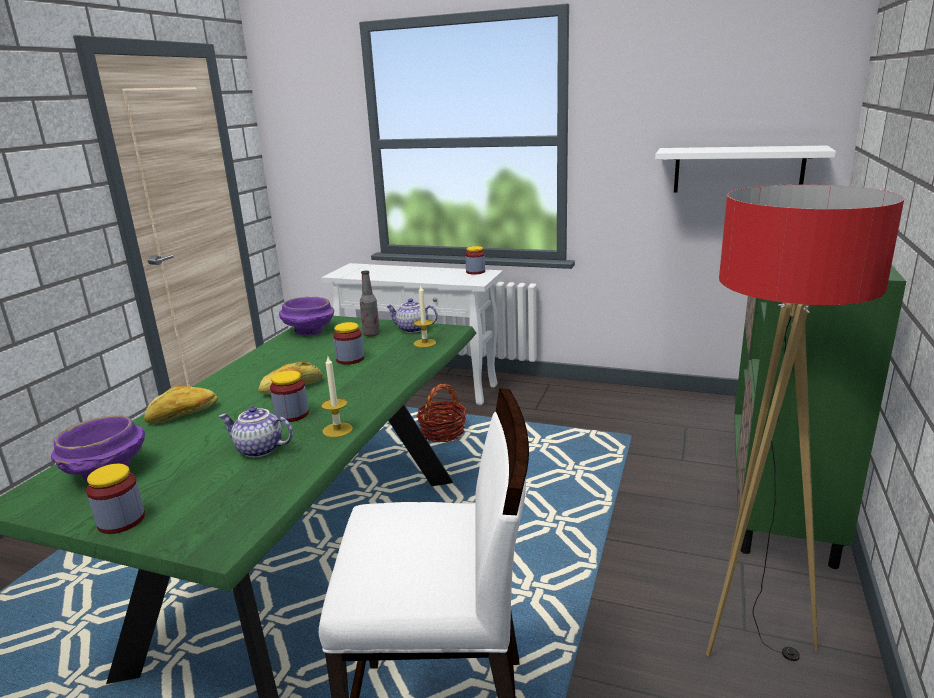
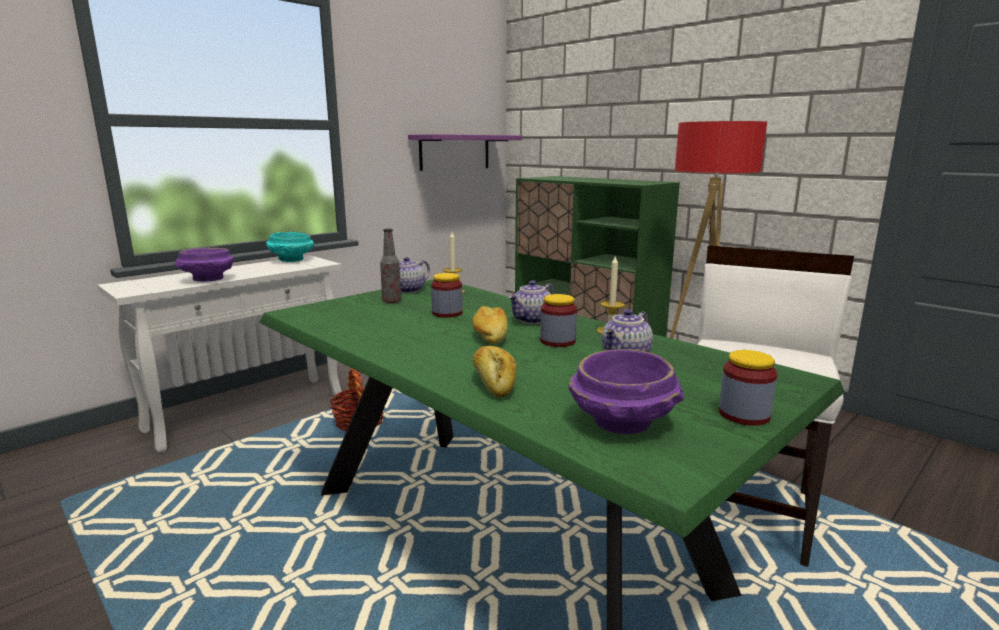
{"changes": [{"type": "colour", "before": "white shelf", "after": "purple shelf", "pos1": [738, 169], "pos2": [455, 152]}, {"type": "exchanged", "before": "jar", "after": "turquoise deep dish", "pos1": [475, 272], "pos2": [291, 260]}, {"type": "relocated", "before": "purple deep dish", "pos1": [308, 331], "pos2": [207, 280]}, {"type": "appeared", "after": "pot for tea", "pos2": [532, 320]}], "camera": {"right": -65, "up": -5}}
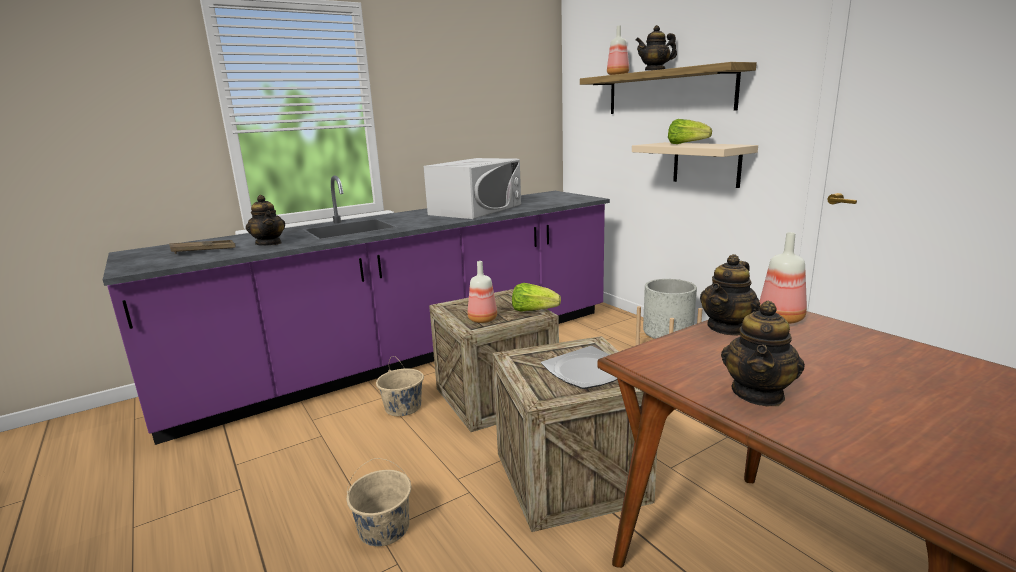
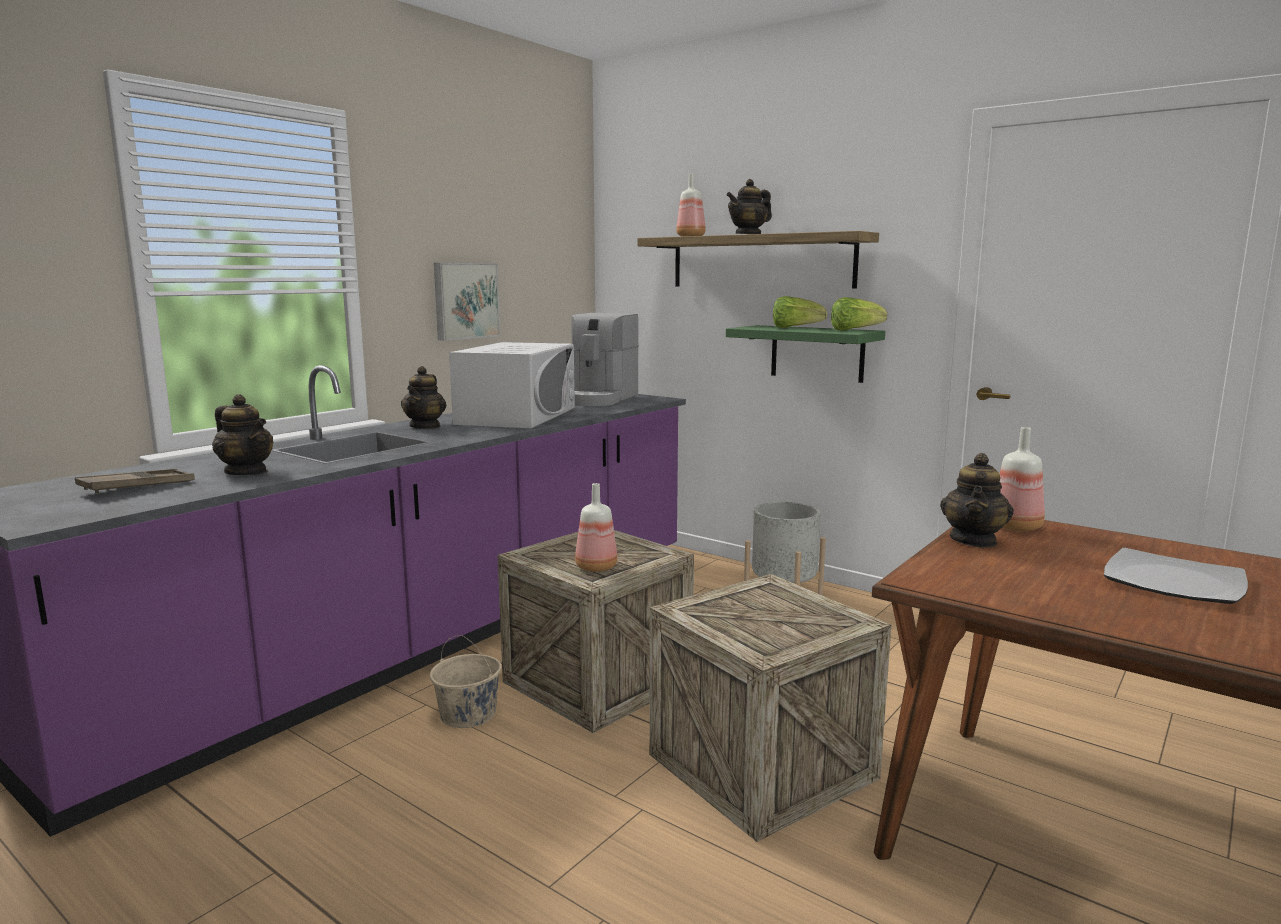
{"changes": [{"type": "colour", "before": "sand-coloured shelf", "after": "green-coloured shelf", "pos1": [706, 164], "pos2": [817, 353]}, {"type": "relocated", "before": "lettuce head", "pos1": [533, 311], "pos2": [854, 330]}, {"type": "relocated", "before": "pot for tea", "pos1": [758, 394], "pos2": [425, 426]}, {"type": "relocated", "before": "plate", "pos1": [586, 371], "pos2": [1171, 582]}, {"type": "missing", "before": "sand-coloured bucket", "pos1": [383, 528]}, {"type": "appeared", "after": "wall picture", "pos2": [465, 300]}, {"type": "appeared", "after": "coffee machine", "pos2": [599, 399]}], "camera": {"right": -20, "up": -5}}
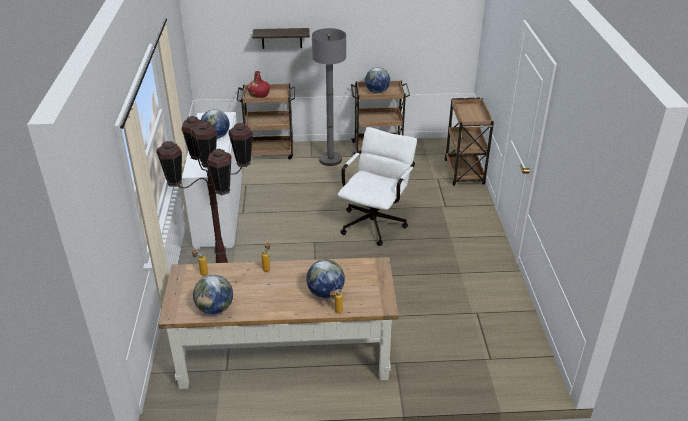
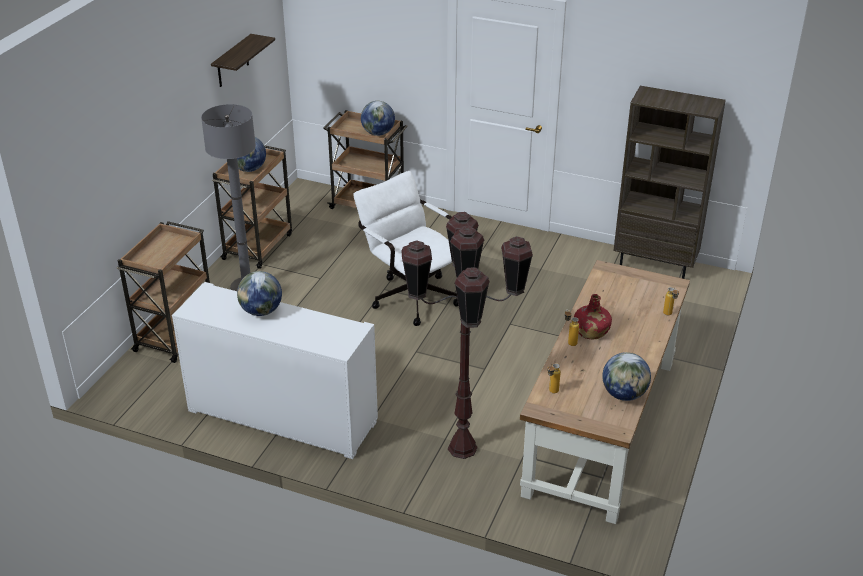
{"changes": [{"type": "relocated", "before": "shelf", "pos1": [281, 38], "pos2": [232, 62]}, {"type": "relocated", "before": "red-coloured drink bottle", "pos1": [259, 95], "pos2": [590, 331]}, {"type": "relocated", "before": "world globe", "pos1": [325, 293], "pos2": [378, 133]}, {"type": "appeared", "after": "brown-coloured bookshelf", "pos2": [655, 265]}], "camera": {"right": -65, "up": 0}}
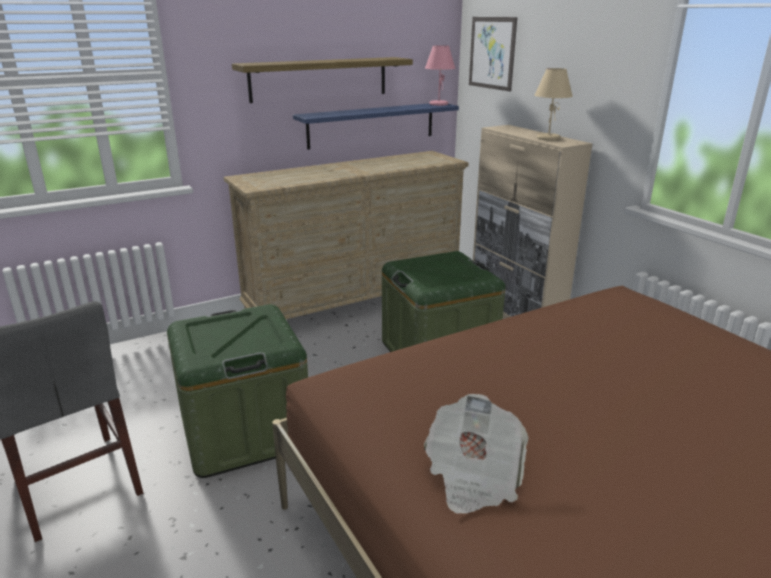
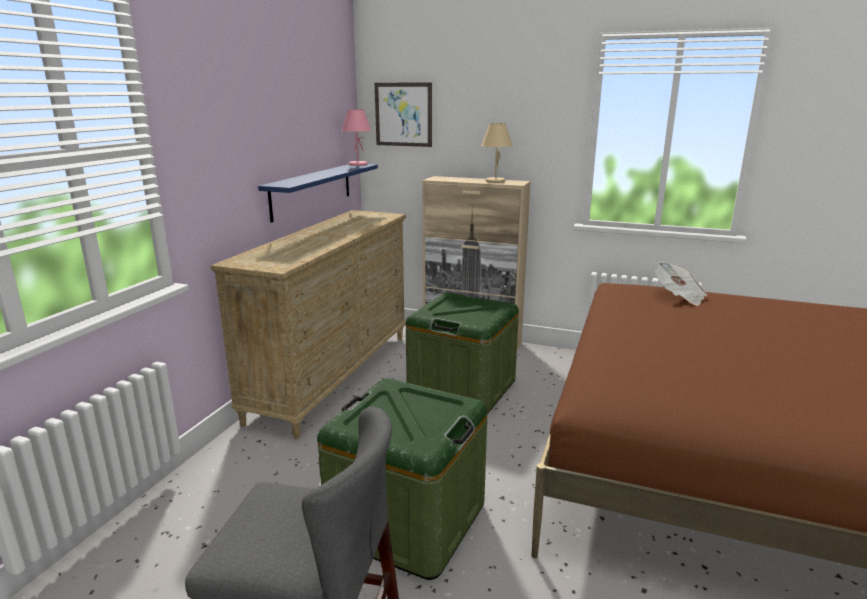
{"changes": [{"type": "missing", "before": "shelf", "pos1": [319, 79]}, {"type": "relocated", "before": "daily paper", "pos1": [473, 476], "pos2": [679, 296]}], "camera": {"right": -40, "up": -5}}
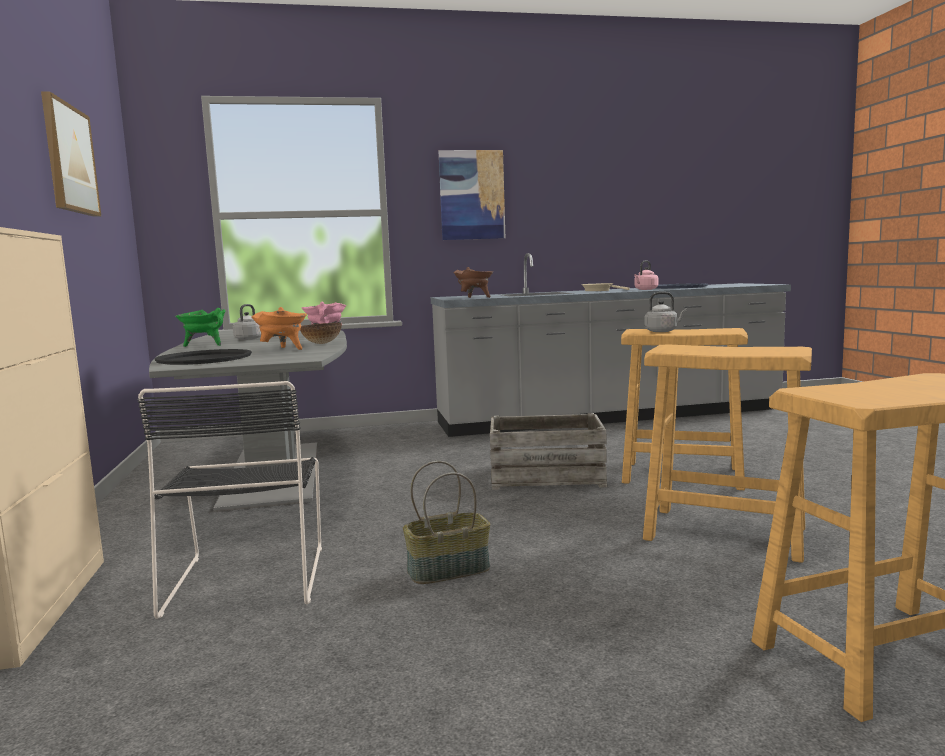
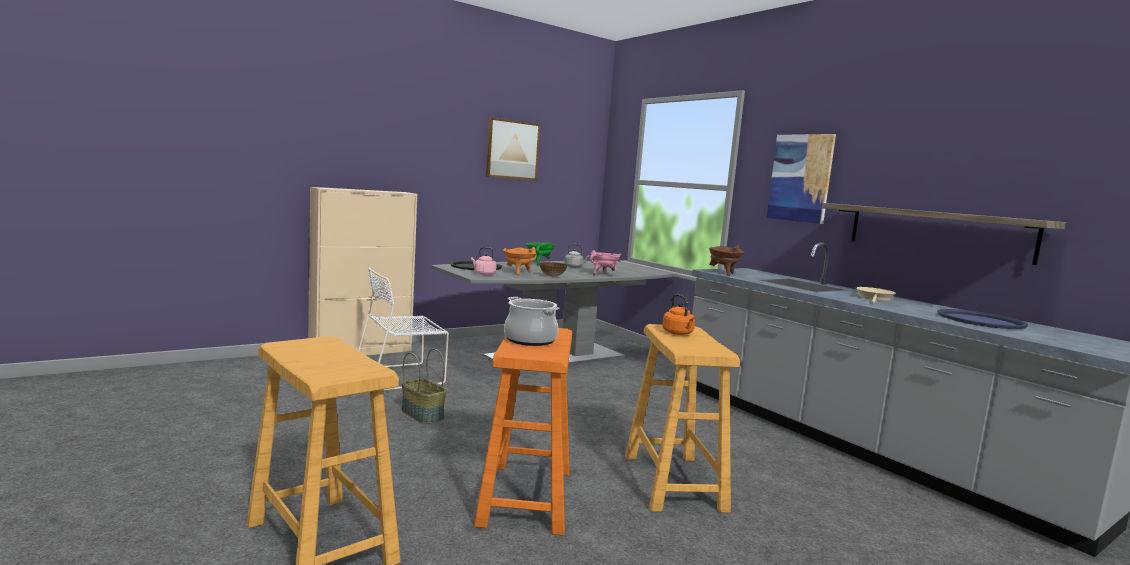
{"changes": [{"type": "relocated", "before": "pinkish water kettle", "pos1": [645, 289], "pos2": [483, 274]}, {"type": "colour", "before": "gray water kettle", "after": "orange-coloured water kettle", "pos1": [663, 331], "pos2": [678, 333]}, {"type": "colour", "before": "sand-coloured stool", "after": "orange-coloured stool", "pos1": [726, 533], "pos2": [525, 498]}, {"type": "colour", "before": "black-coloured upright chair", "after": "white upright chair", "pos1": [248, 576], "pos2": [402, 376]}, {"type": "missing", "before": "crate", "pos1": [546, 476]}, {"type": "appeared", "after": "shelf", "pos2": [937, 232]}, {"type": "appeared", "after": "saucepot", "pos2": [530, 340]}], "camera": {"right": 65, "up": 0}}
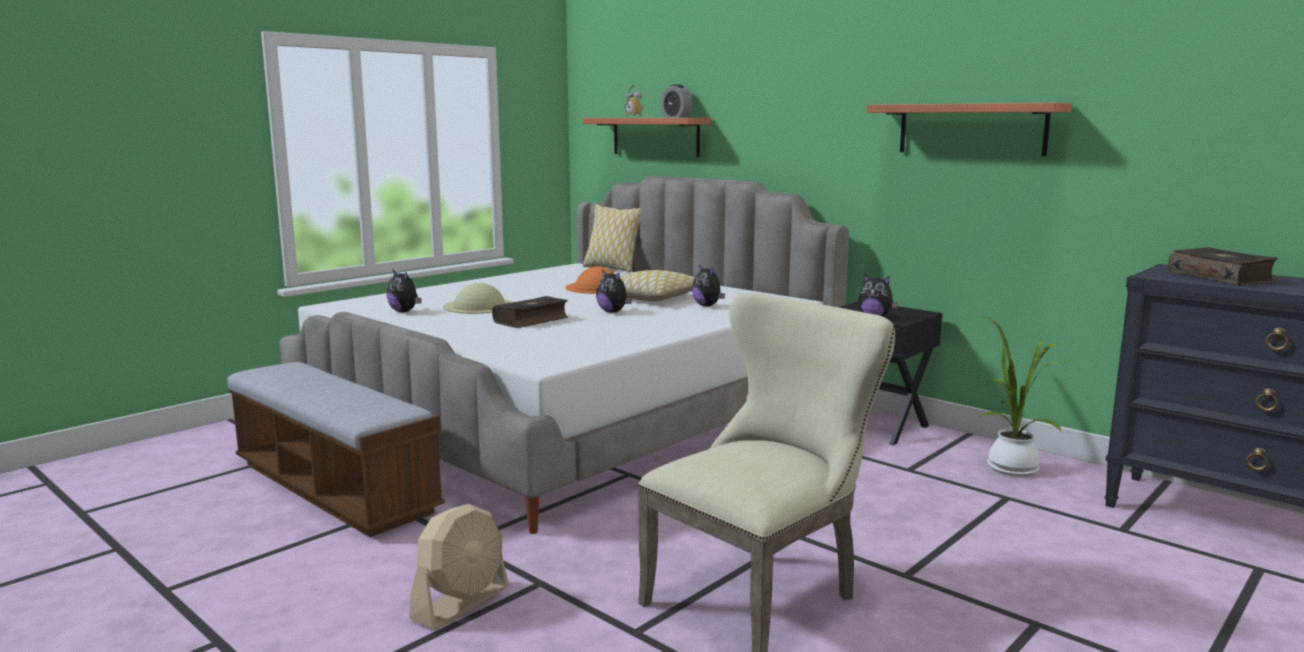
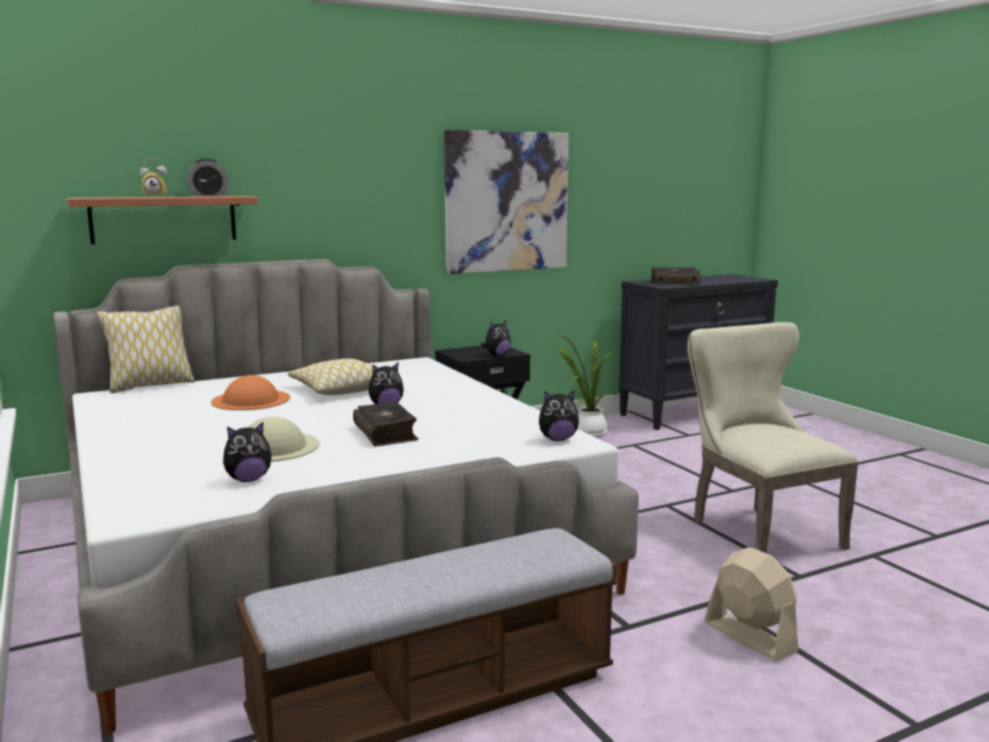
{"changes": [{"type": "exchanged", "before": "shelf", "after": "wall picture", "pos1": [971, 129], "pos2": [506, 202]}, {"type": "relocated", "before": "plush toy", "pos1": [707, 306], "pos2": [557, 439]}], "camera": {"right": -70, "up": 0}}
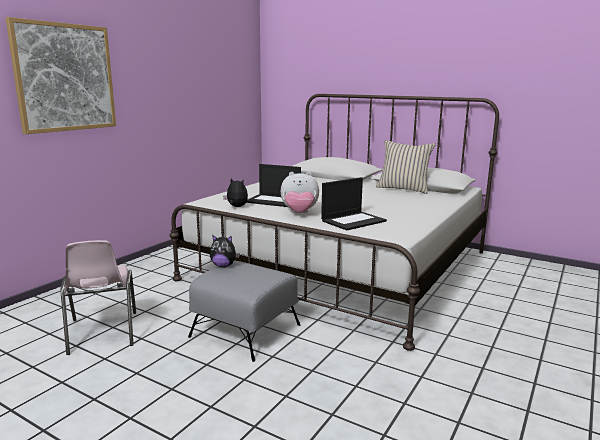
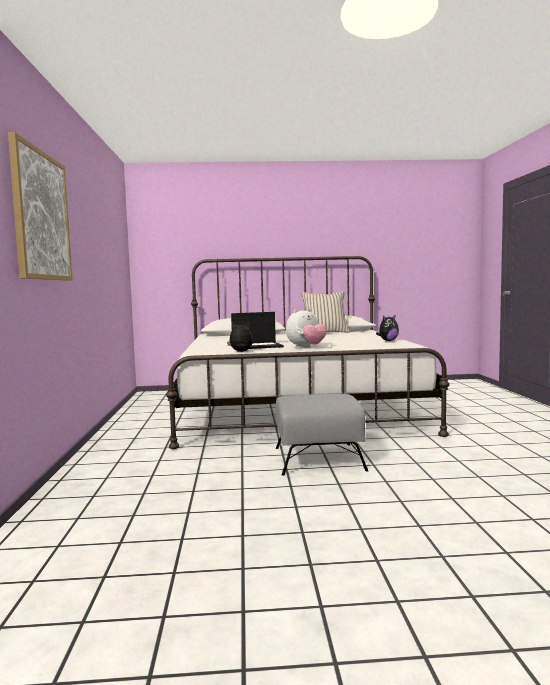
{"changes": [{"type": "missing", "before": "notebook computer", "pos1": [353, 221]}, {"type": "relocated", "before": "plush toy", "pos1": [223, 266], "pos2": [388, 341]}, {"type": "missing", "before": "pinkish upright chair", "pos1": [102, 333]}], "camera": {"right": -35, "up": -10}}
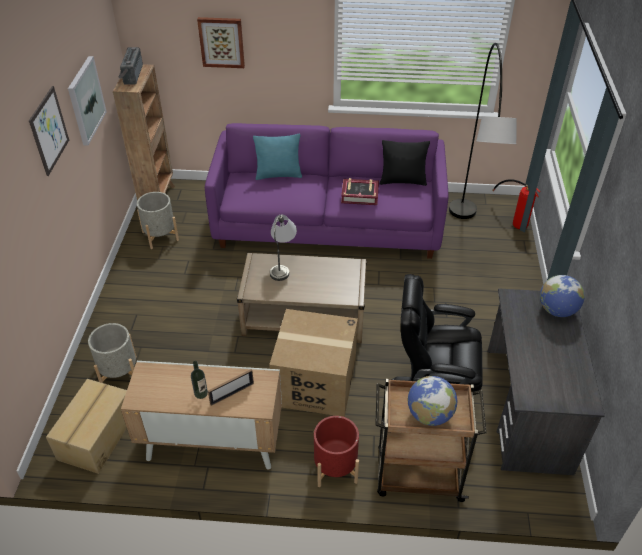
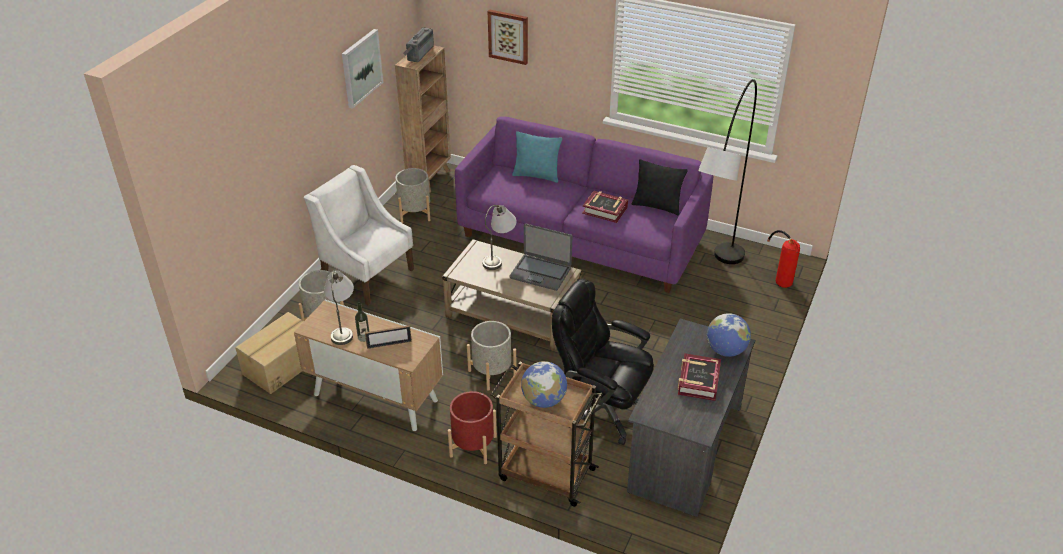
{"changes": [{"type": "missing", "before": "wall picture", "pos1": [49, 131]}, {"type": "exchanged", "before": "carton", "after": "gray plant pot", "pos1": [314, 382], "pos2": [492, 373]}, {"type": "appeared", "after": "white armchair", "pos2": [367, 274]}, {"type": "appeared", "after": "notebook computer", "pos2": [540, 272]}, {"type": "appeared", "after": "gray lamp for a table", "pos2": [343, 327]}, {"type": "appeared", "after": "volume", "pos2": [698, 381]}], "camera": {"right": 20, "up": -5}}
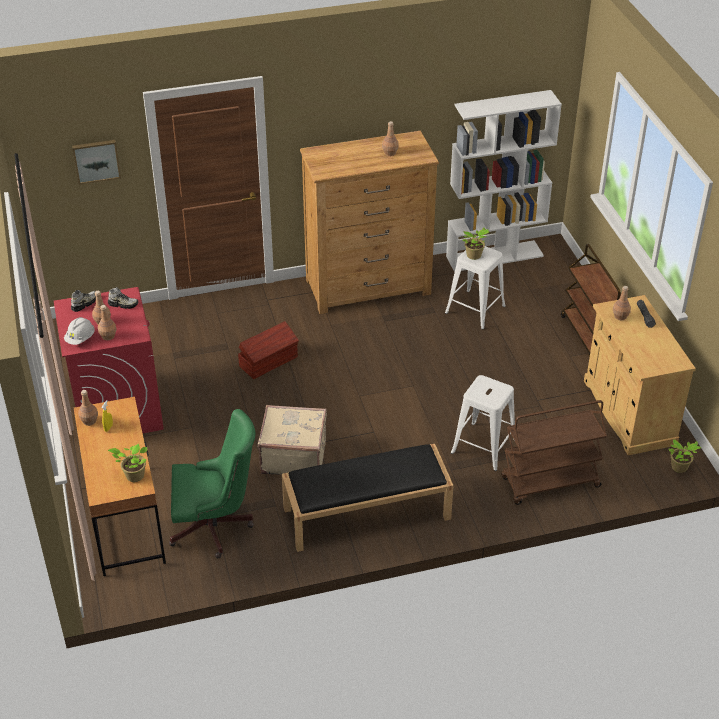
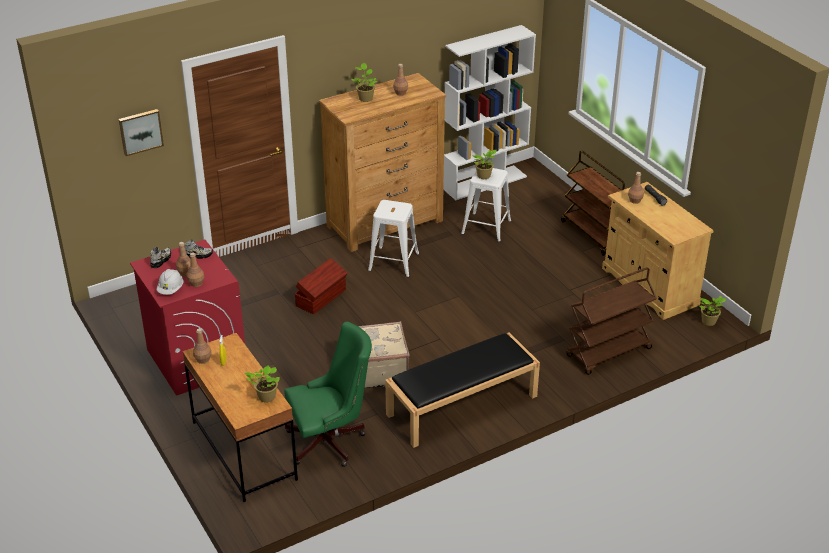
{"changes": [{"type": "relocated", "before": "white stool", "pos1": [483, 446], "pos2": [393, 262]}, {"type": "appeared", "after": "houseplant", "pos2": [365, 98]}], "camera": {"right": -15, "up": -5}}
